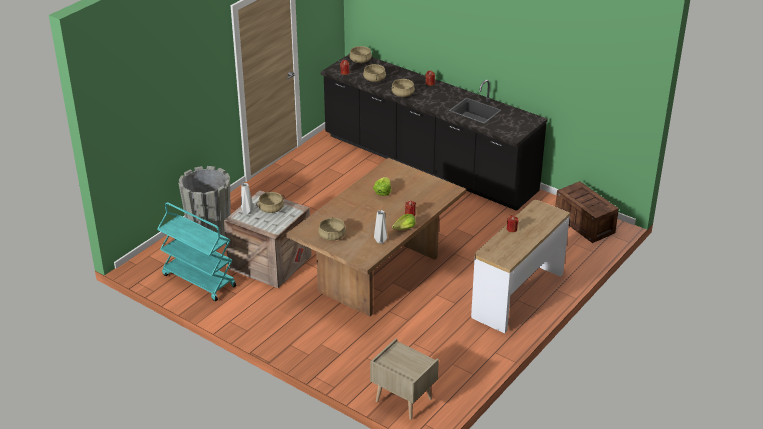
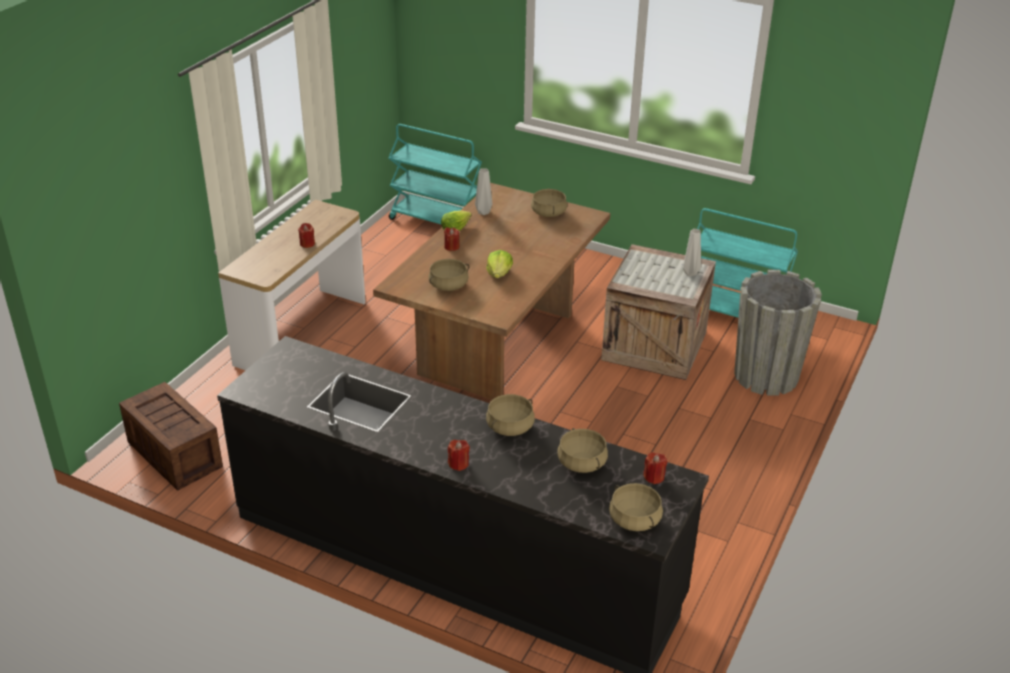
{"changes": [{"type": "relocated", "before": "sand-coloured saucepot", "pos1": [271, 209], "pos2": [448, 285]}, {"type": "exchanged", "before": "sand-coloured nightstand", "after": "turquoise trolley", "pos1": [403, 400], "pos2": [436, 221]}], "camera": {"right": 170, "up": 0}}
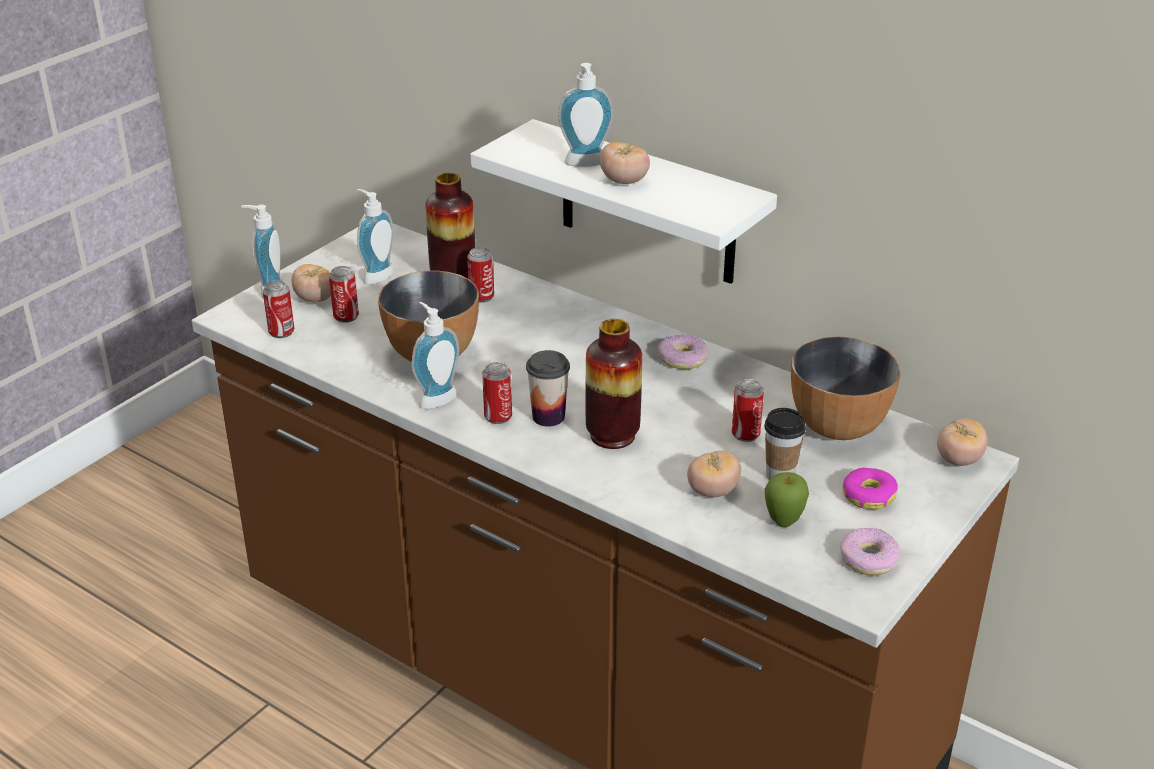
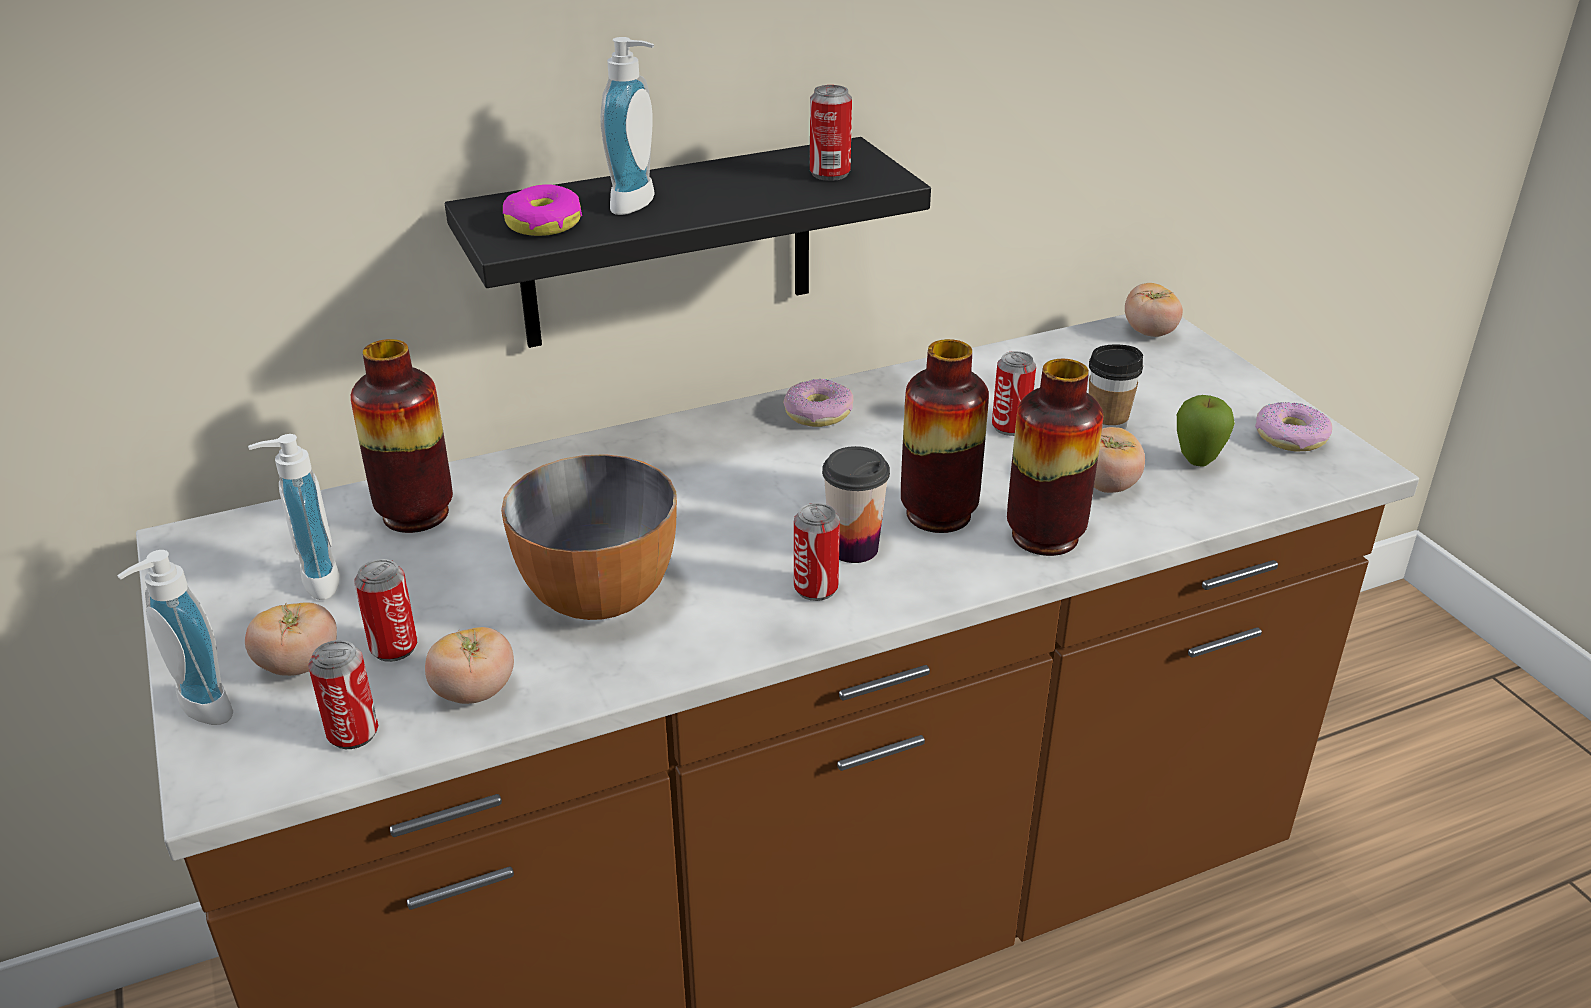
{"changes": [{"type": "colour", "before": "white shelf", "after": "black-coloured shelf", "pos1": [647, 204], "pos2": [667, 244]}, {"type": "relocated", "before": "tomato", "pos1": [623, 181], "pos2": [474, 692]}, {"type": "relocated", "before": "sealed can", "pos1": [481, 297], "pos2": [829, 174]}, {"type": "missing", "before": "soap dispenser", "pos1": [435, 398]}, {"type": "missing", "before": "deep dish", "pos1": [837, 426]}, {"type": "relocated", "before": "donut", "pos1": [868, 496], "pos2": [543, 224]}, {"type": "appeared", "after": "decorative vase", "pos2": [1045, 536]}], "camera": {"right": -60, "up": 0}}
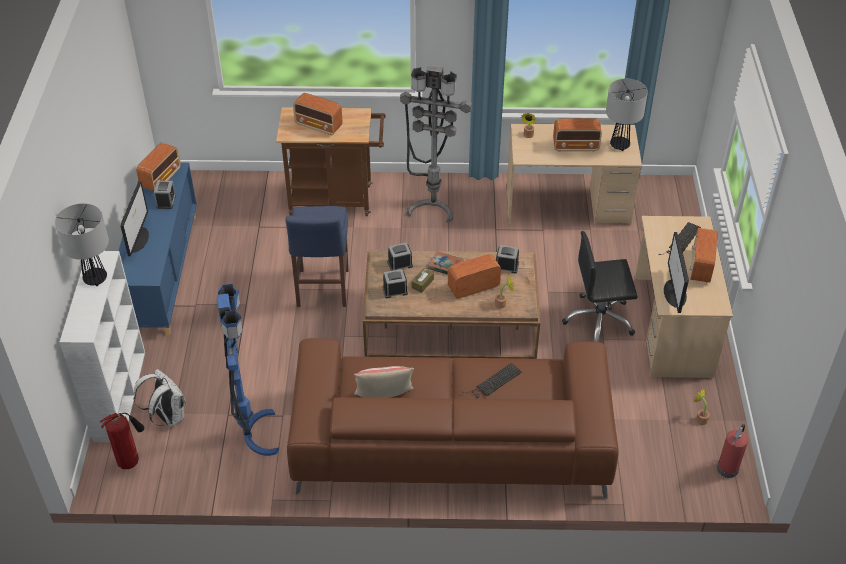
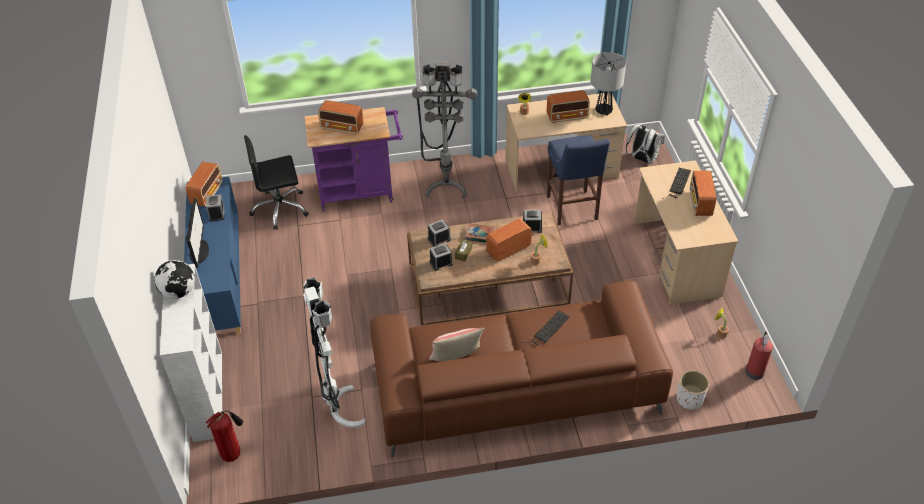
{"changes": [{"type": "colour", "before": "brown-coloured trolley", "after": "purple trolley", "pos1": [336, 199], "pos2": [361, 192]}, {"type": "exchanged", "before": "lamp for a table", "after": "world globe", "pos1": [95, 279], "pos2": [179, 292]}, {"type": "relocated", "before": "bluish stool", "pos1": [322, 290], "pos2": [572, 210]}, {"type": "relocated", "before": "black-coloured desk chair", "pos1": [599, 320], "pos2": [280, 209]}, {"type": "missing", "before": "computer display", "pos1": [674, 294]}, {"type": "colour", "before": "bluish standard lamp", "after": "white standard lamp", "pos1": [251, 435], "pos2": [338, 411]}, {"type": "relocated", "before": "white rucksack", "pos1": [167, 417], "pos2": [642, 159]}, {"type": "appeared", "after": "white plant pot", "pos2": [689, 399]}], "camera": {"right": -10, "up": 0}}
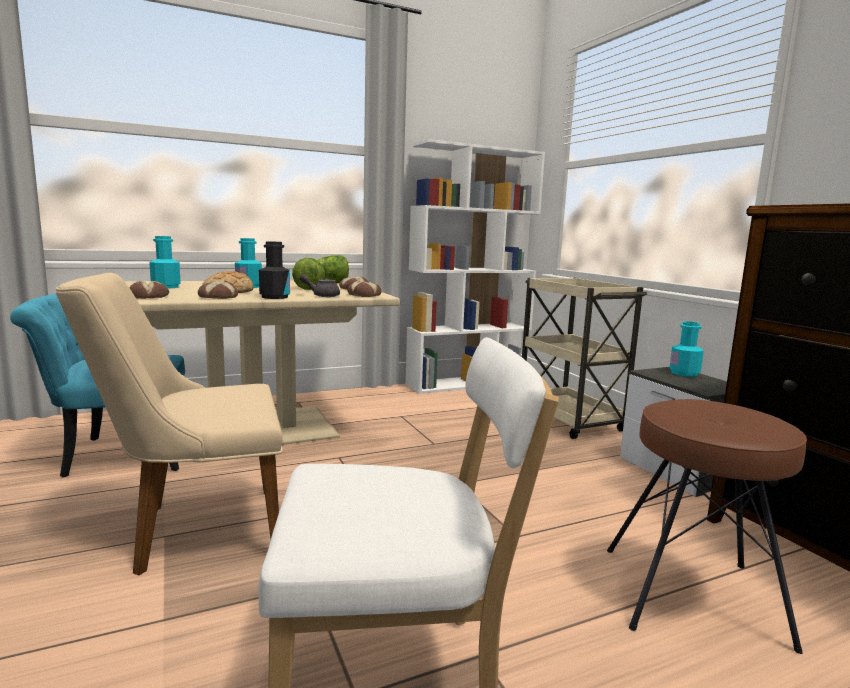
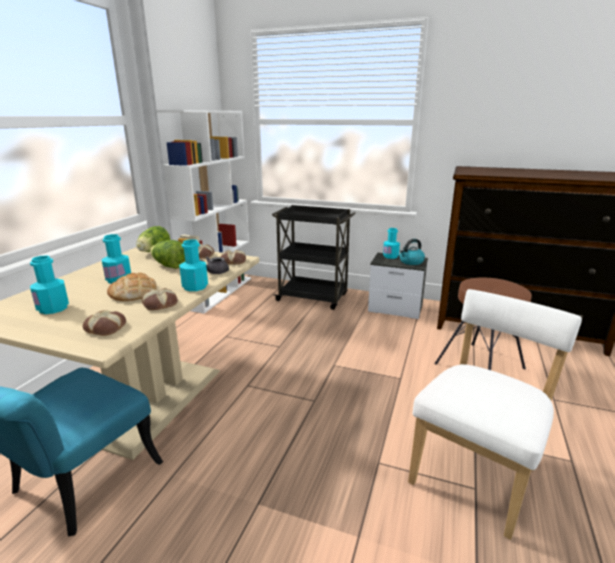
{"changes": [{"type": "colour", "before": "black-coloured drink bottle", "after": "turquoise drink bottle", "pos1": [275, 297], "pos2": [195, 287]}, {"type": "missing", "before": "sand-coloured upright chair", "pos1": [193, 530]}, {"type": "colour", "before": "sand-coloured trolley", "after": "black-coloured trolley", "pos1": [569, 420], "pos2": [313, 298]}, {"type": "appeared", "after": "water kettle", "pos2": [411, 262]}], "camera": {"right": -45, "up": 10}}
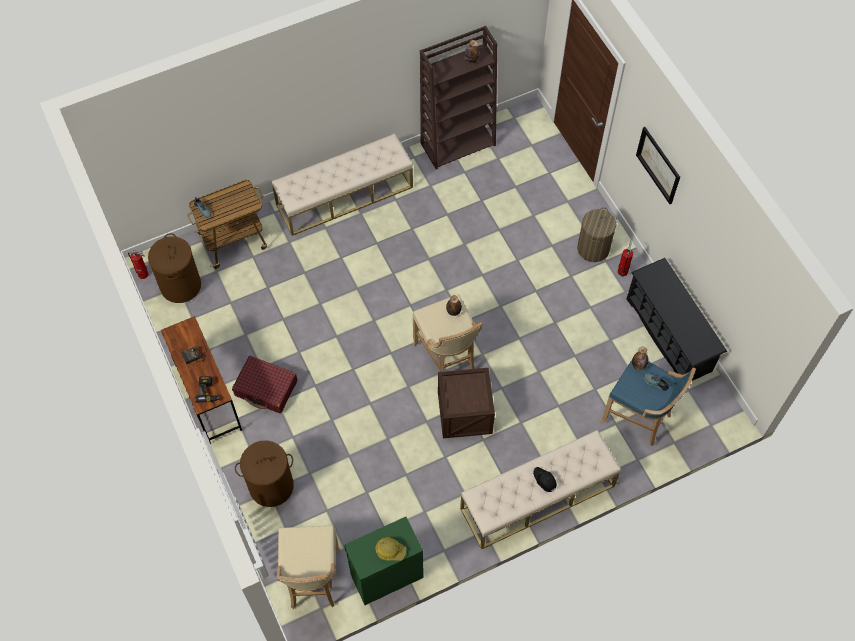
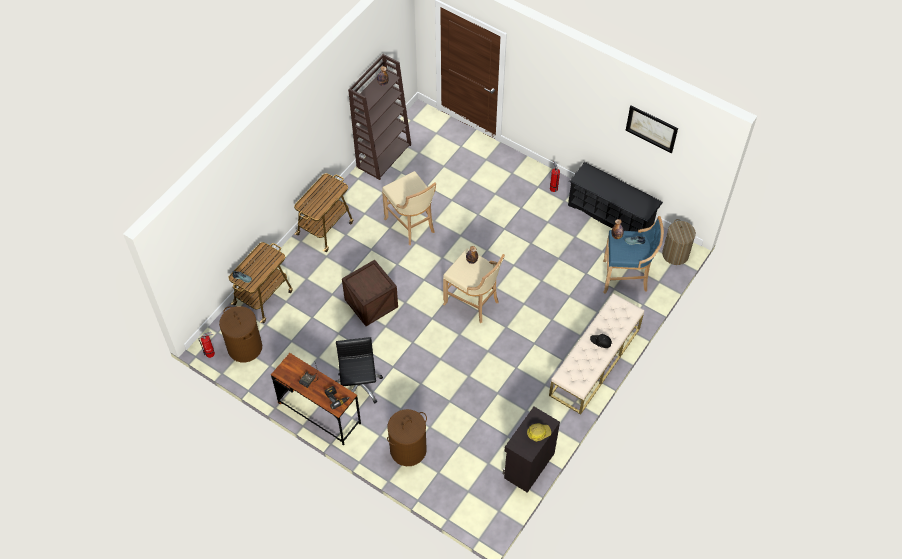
{"changes": [{"type": "relocated", "before": "wall picture", "pos1": [658, 165], "pos2": [651, 128]}, {"type": "exchanged", "before": "sand-coloured bench", "after": "trolley", "pos1": [345, 195], "pos2": [325, 228]}, {"type": "relocated", "before": "laundry basket", "pos1": [593, 248], "pos2": [675, 254]}, {"type": "exchanged", "before": "red-coloured suitcase", "after": "black-coloured desk chair", "pos1": [266, 388], "pos2": [359, 386]}, {"type": "relocated", "before": "crate", "pos1": [464, 413], "pos2": [371, 303]}, {"type": "colour", "before": "green-coloured storage cabinet", "after": "black-coloured storage cabinet", "pos1": [385, 575], "pos2": [528, 465]}, {"type": "relocated", "before": "sand-coloured stool", "pos1": [312, 580], "pos2": [412, 225]}], "camera": {"right": -30, "up": -5}}
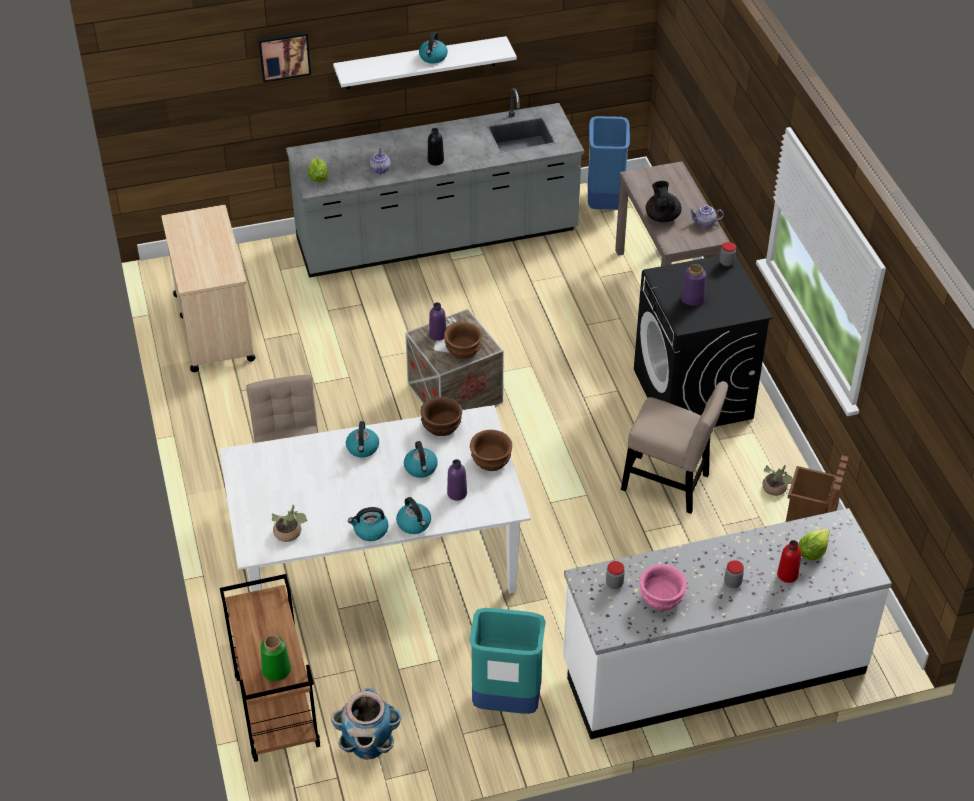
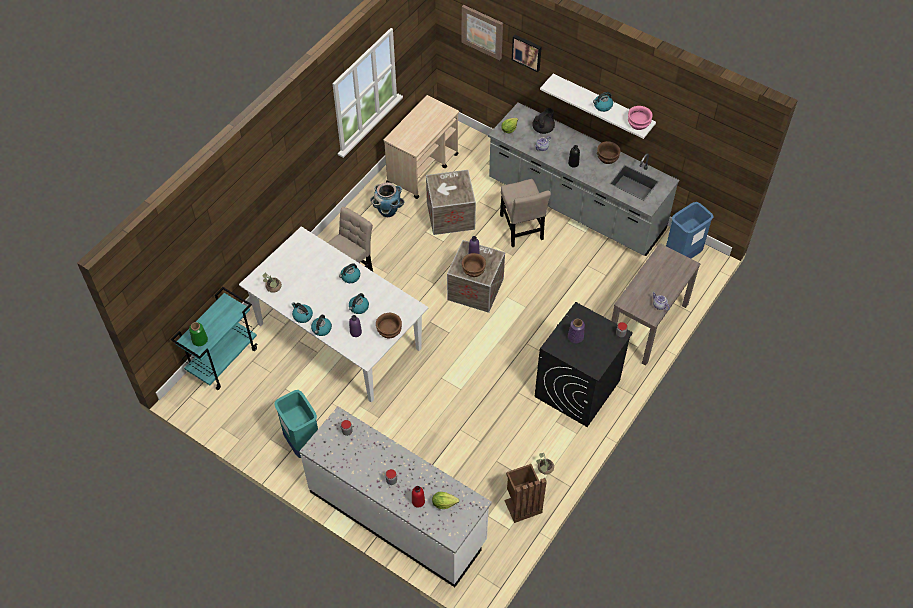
{"changes": [{"type": "relocated", "before": "black-coloured pot for tea", "pos1": [662, 216], "pos2": [543, 129]}, {"type": "relocated", "before": "sand-coloured upright chair", "pos1": [669, 484], "pos2": [521, 229]}, {"type": "relocated", "before": "brown-coloured deep dish", "pos1": [440, 426], "pos2": [607, 158]}, {"type": "relocated", "before": "pinkish deep dish", "pos1": [662, 598], "pos2": [638, 124]}, {"type": "colour", "before": "brown-coloured trolley", "after": "turquoise trolley", "pos1": [276, 710], "pos2": [223, 360]}, {"type": "relocated", "before": "plant pot", "pos1": [368, 746], "pos2": [388, 211]}, {"type": "appeared", "after": "wall picture", "pos2": [482, 31]}, {"type": "appeared", "after": "crate", "pos2": [450, 216]}], "camera": {"right": 50, "up": 10}}
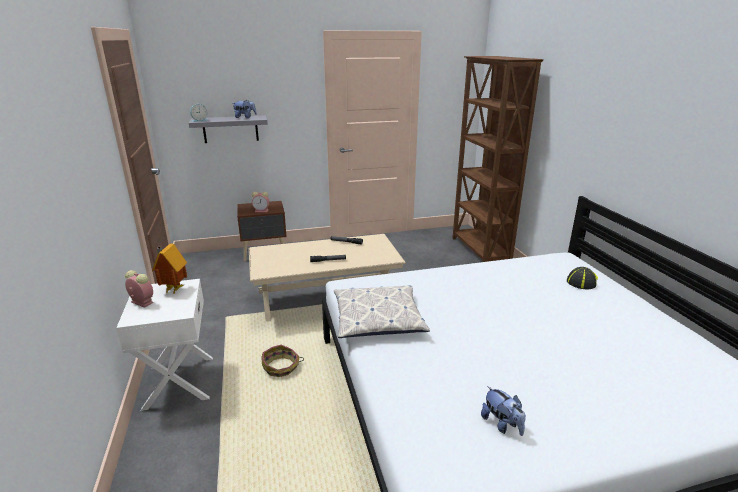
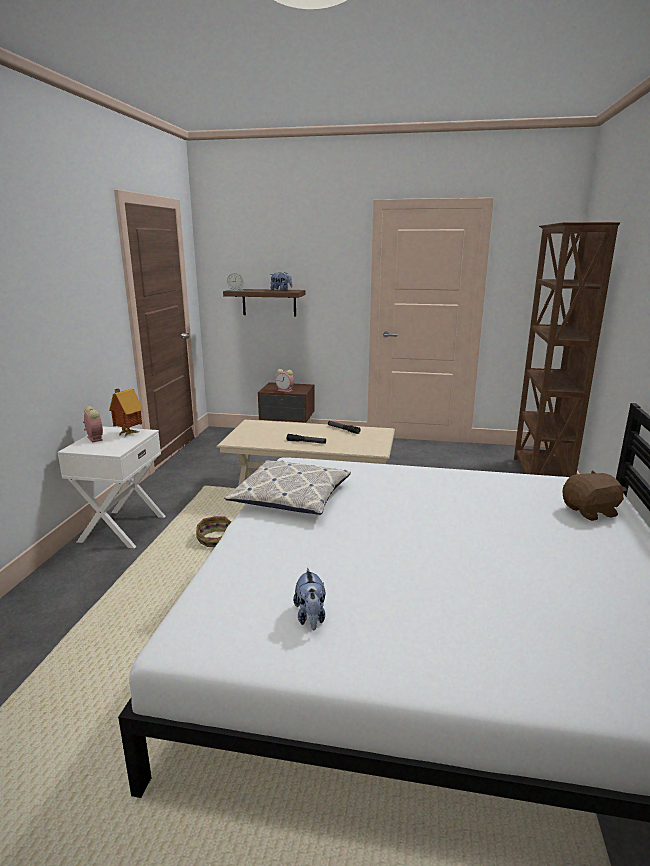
{"changes": [{"type": "colour", "before": "gray shelf", "after": "brown-coloured shelf", "pos1": [230, 129], "pos2": [269, 302]}, {"type": "exchanged", "before": "baseball cap", "after": "brown-coloured plush toy", "pos1": [582, 280], "pos2": [590, 511]}], "camera": {"right": 25, "up": -5}}
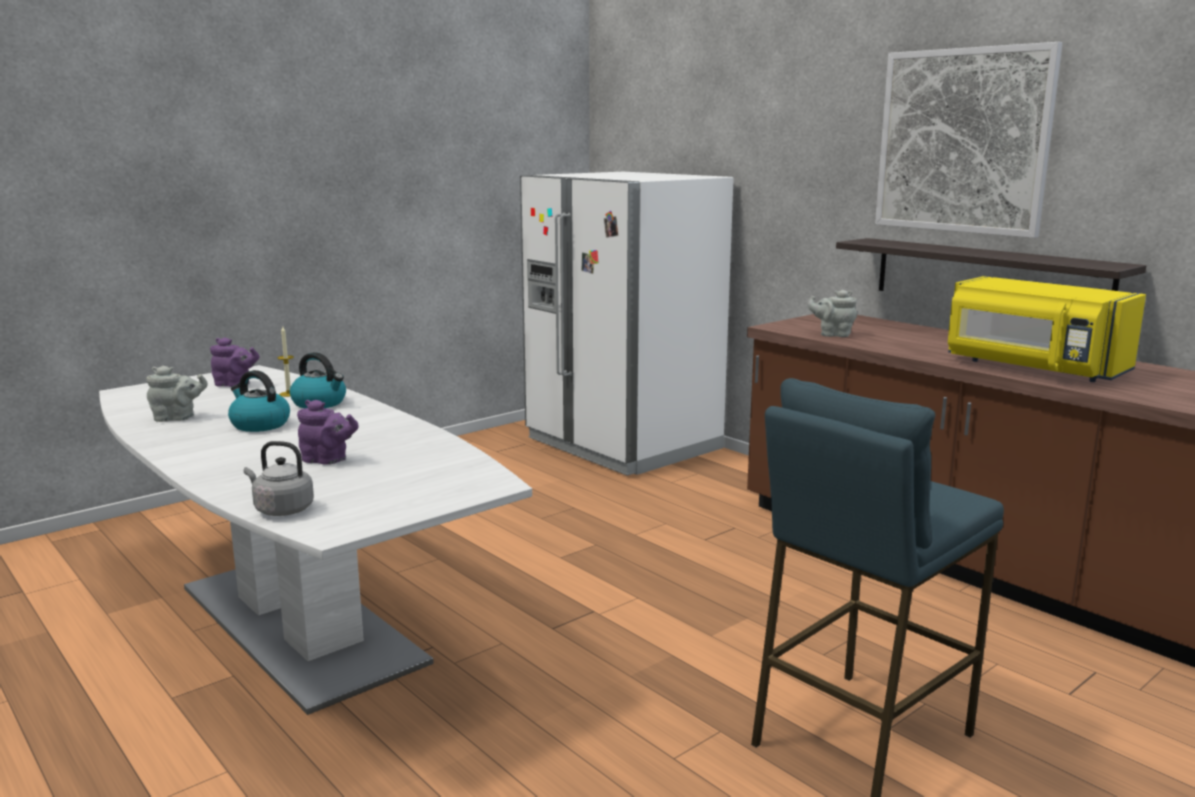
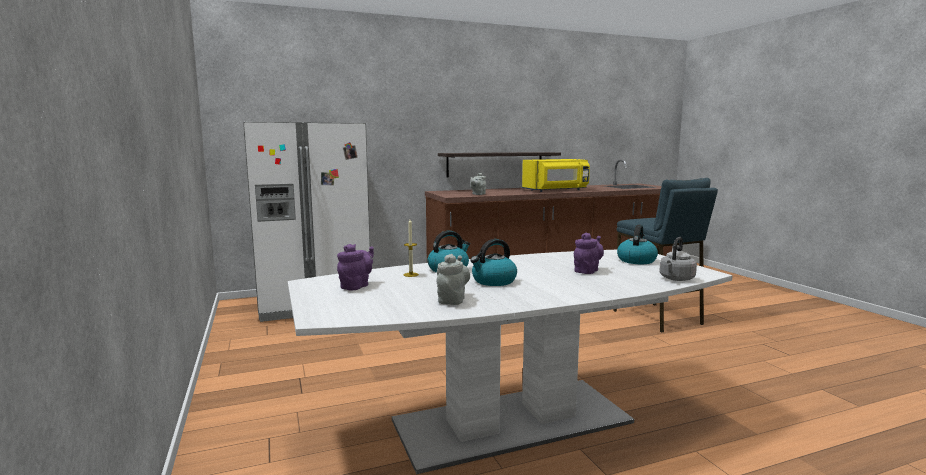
{"changes": [{"type": "missing", "before": "wall picture", "pos1": [962, 141]}, {"type": "appeared", "after": "water kettle", "pos2": [636, 260]}], "camera": {"right": -70, "up": -5}}
